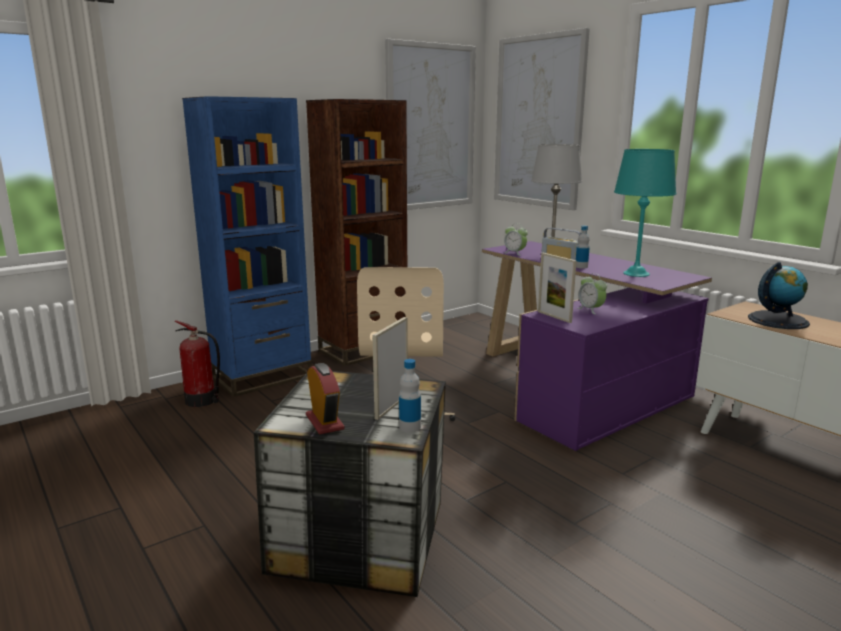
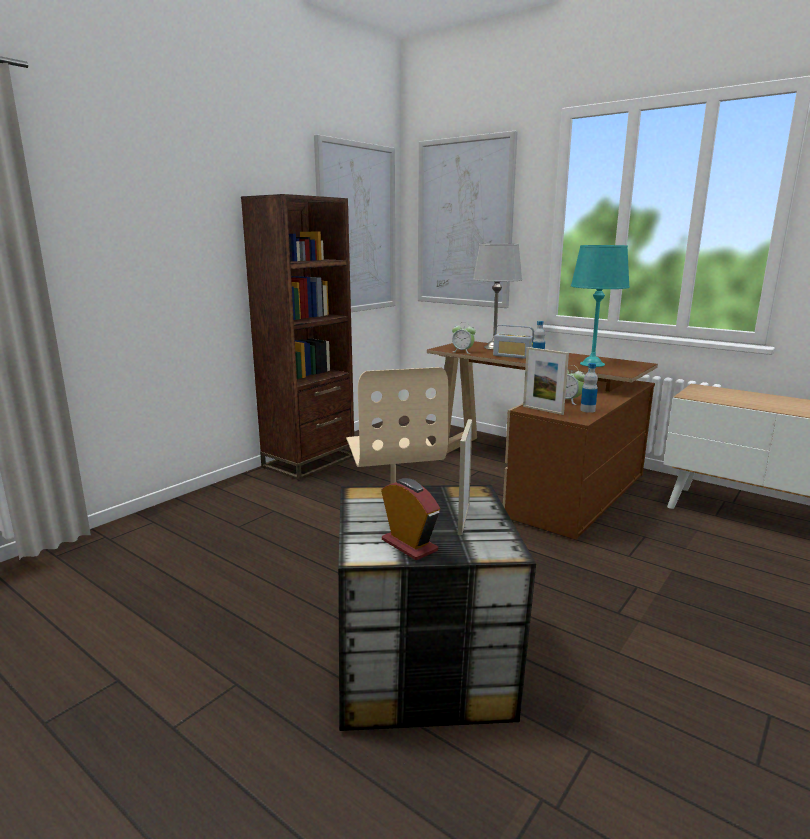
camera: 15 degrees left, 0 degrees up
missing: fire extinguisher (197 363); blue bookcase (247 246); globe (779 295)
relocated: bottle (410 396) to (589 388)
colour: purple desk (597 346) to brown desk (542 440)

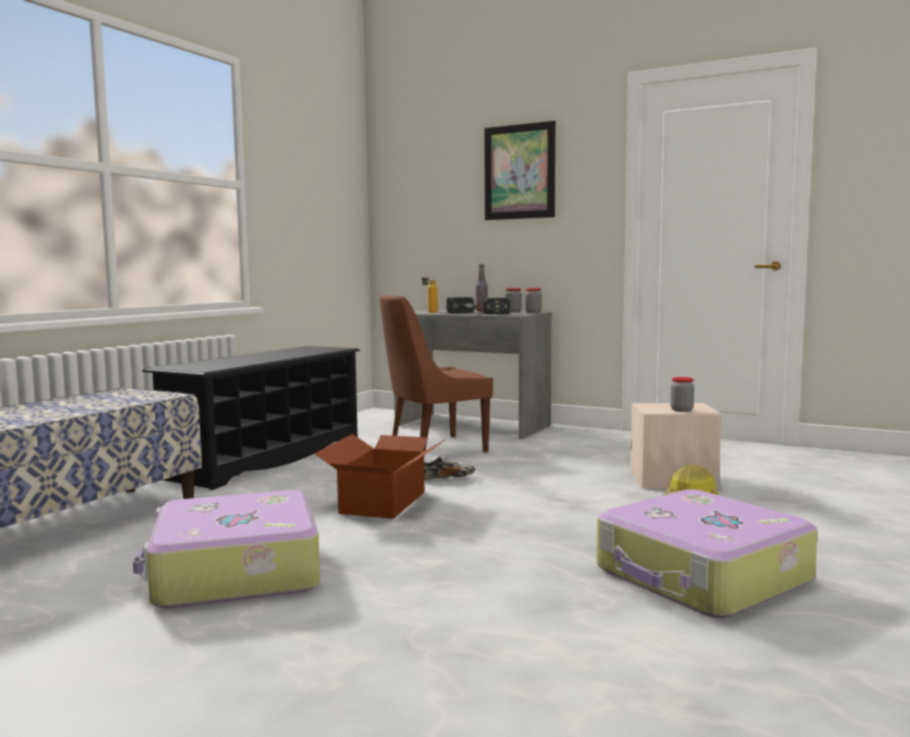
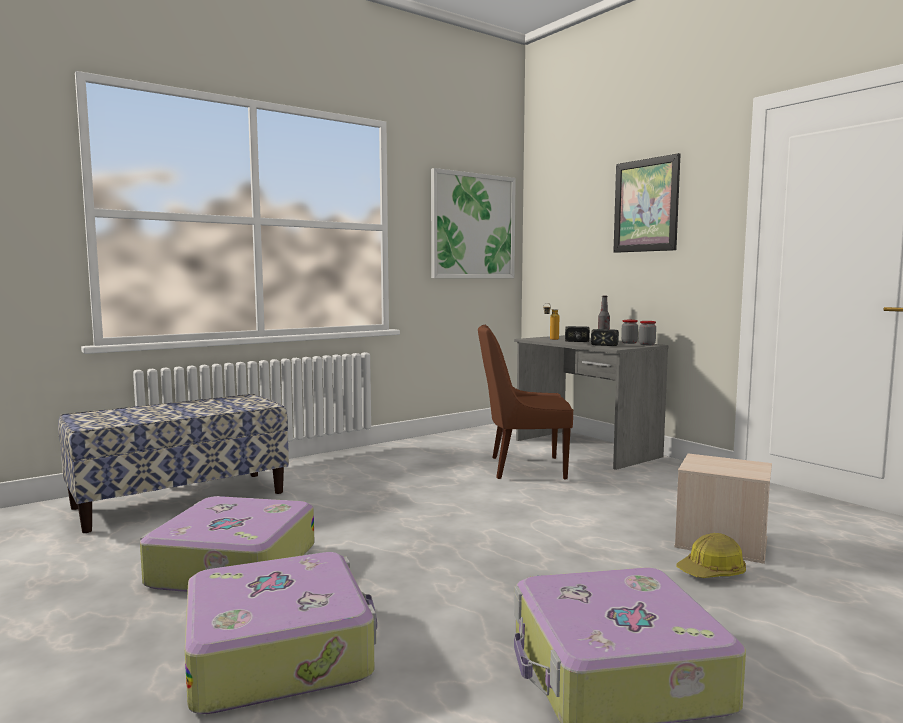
camera: 25 degrees right, 0 degrees up
missing: black shoe rack (251 418); cardboard box (379 476); shoe (449 468); jar (682 394)
appeared: suitcase (281 633); picture (473 223)

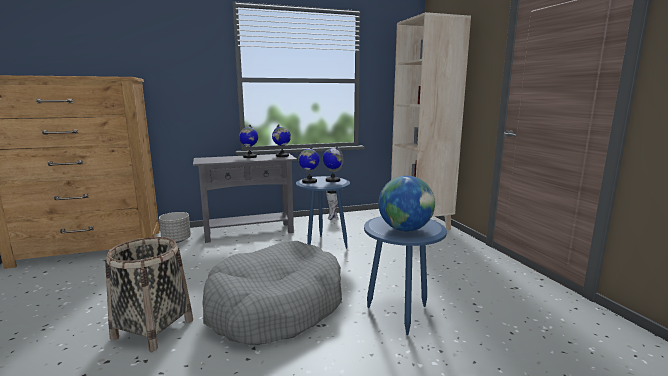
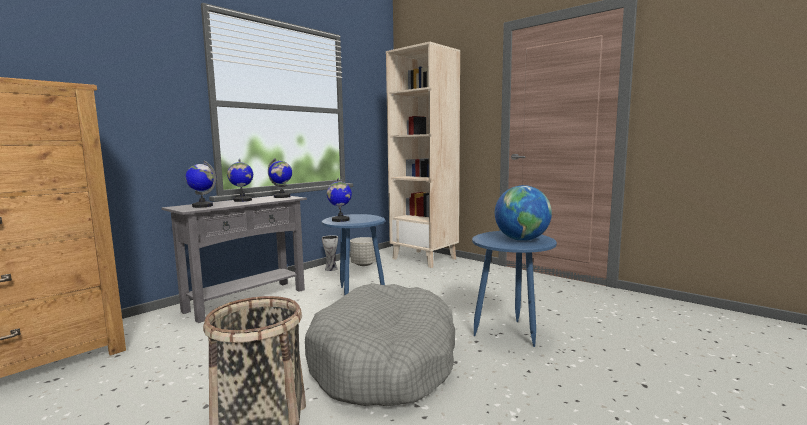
camera: 30 degrees left, 5 degrees down
relocated: globe (333 164) to (200 184); grey planter (175 227) to (363 251)

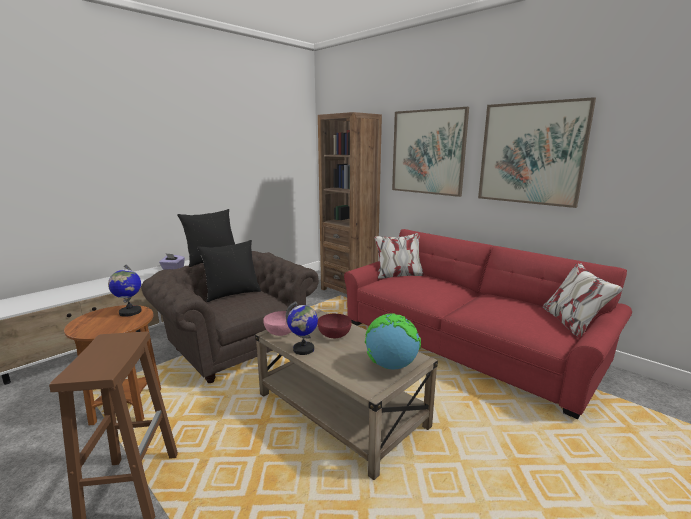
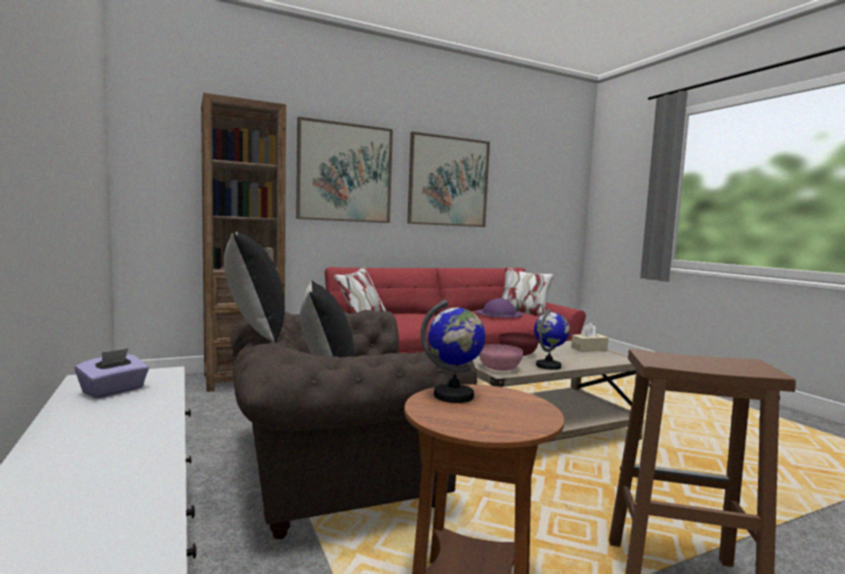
camera: 70 degrees left, 10 degrees down
appeared: purple hat (499 308)
exchanged: globe (393 341) to beige tissue box (589 337)

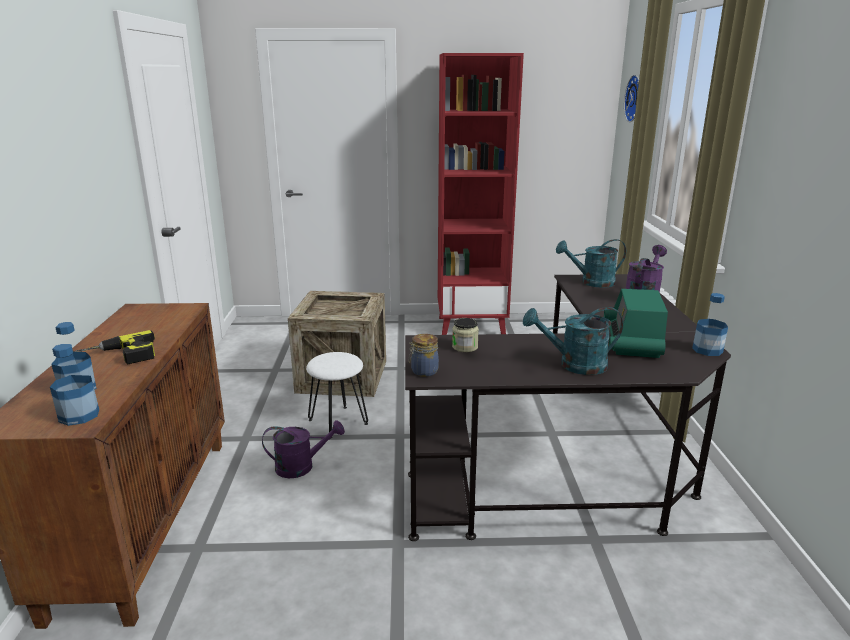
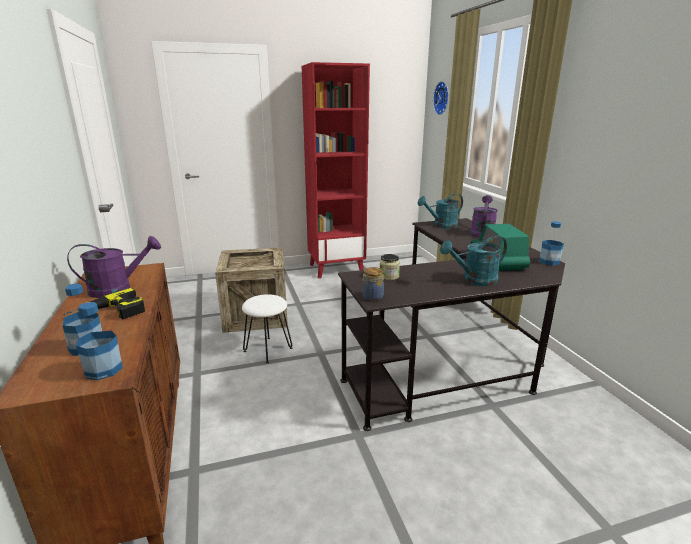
camera: 15 degrees left, 0 degrees up
relocated: purple watering can (303 449) to (114 267)

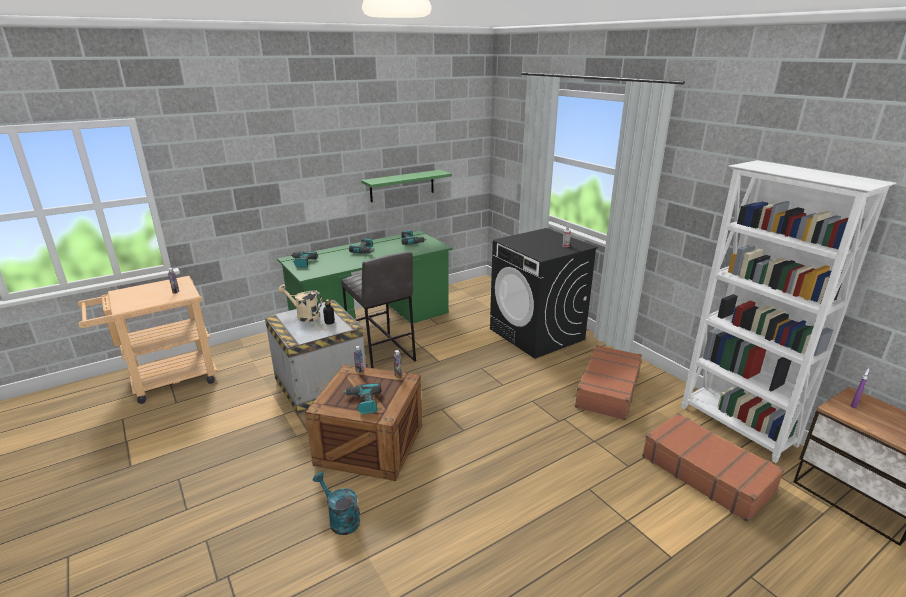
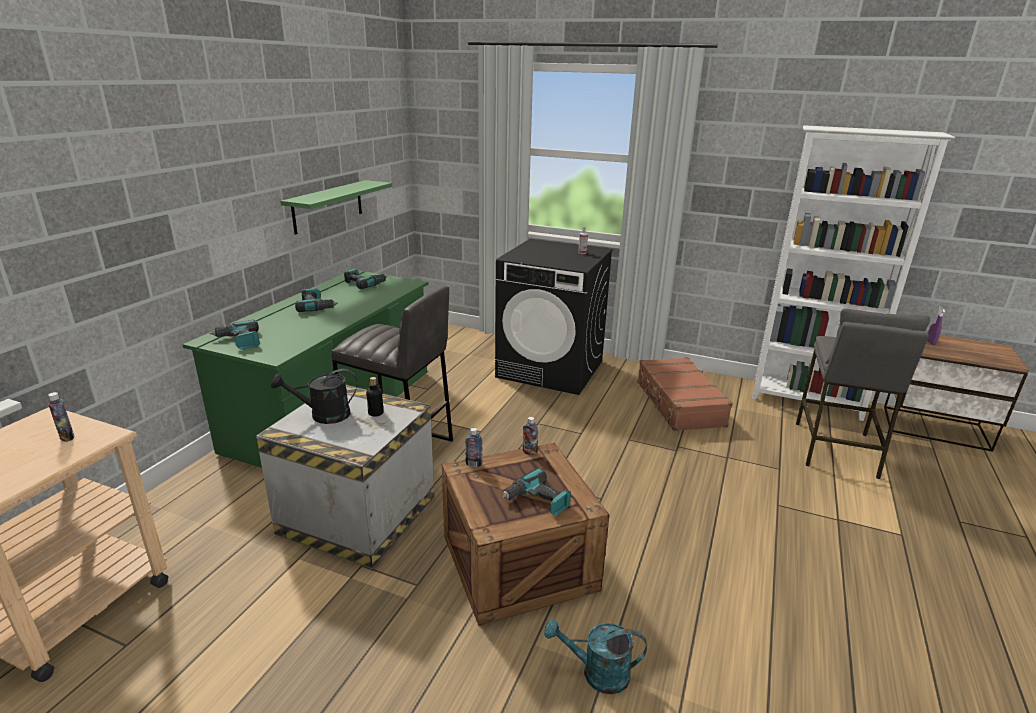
camera: 35 degrees left, 0 degrees up
exchanged: brown suitcase (713 467) to grey stool (863 394)
colour: beige watering can (300 303) to black watering can (314 396)

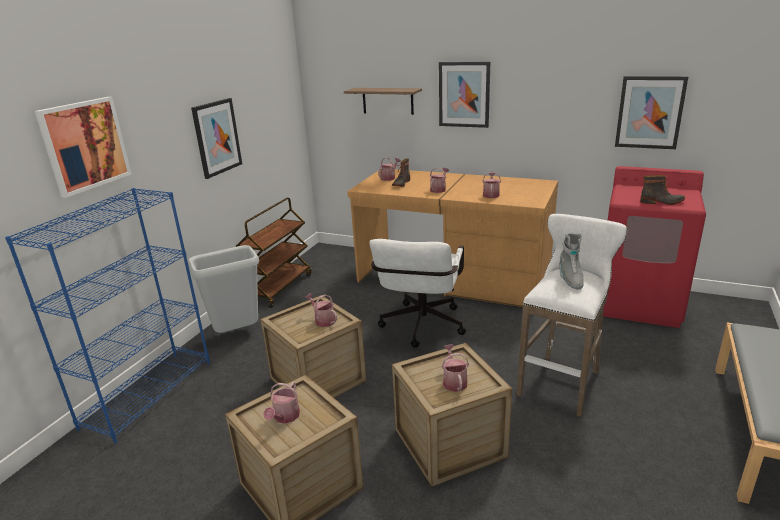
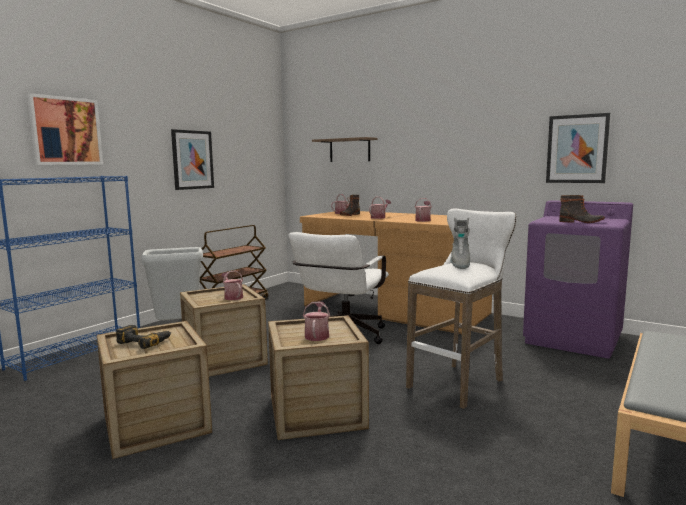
camera: 10 degrees right, 15 degrees down
missing: picture (464 95)
exchanged: watering can (281 403) to power drill (143 337)
colour: red washing machine (654 247) to purple washing machine (578 279)

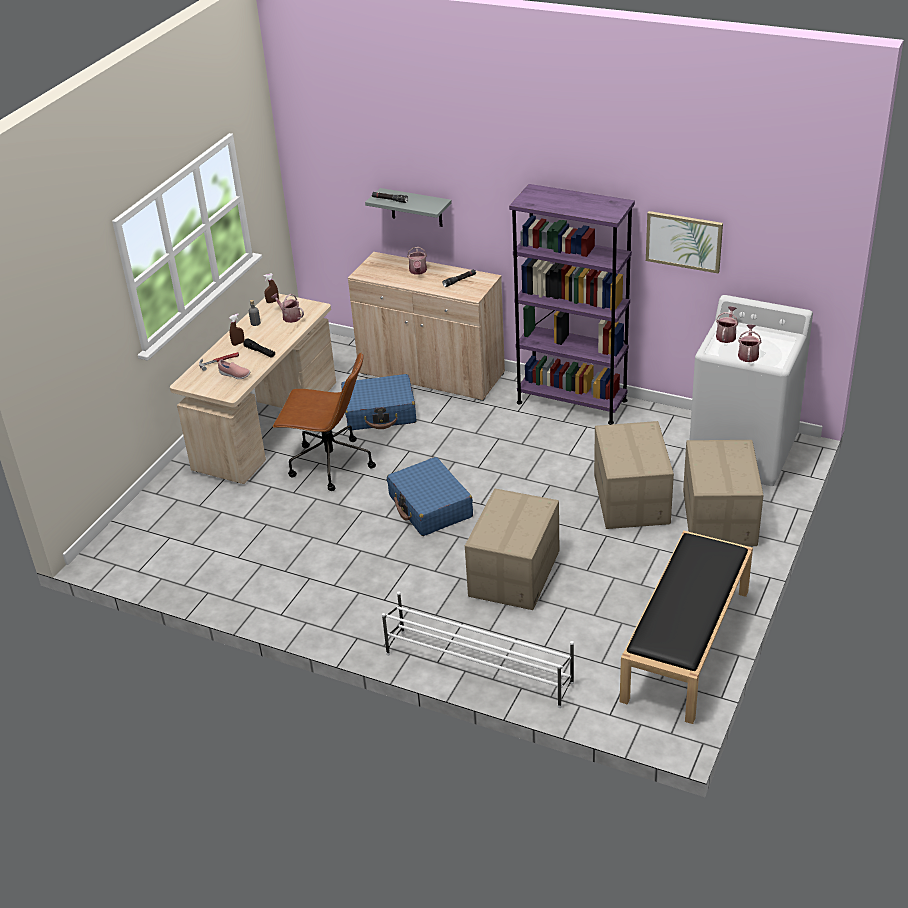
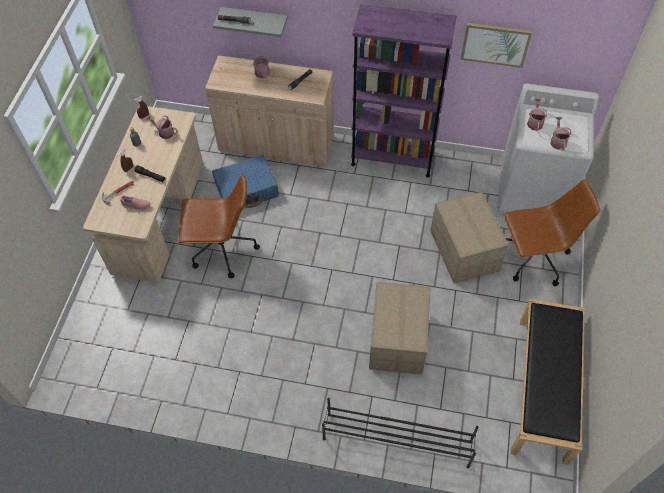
camera: 15 degrees left, 20 degrees up
missing: blue suitcase (430 496)
exchanged: cardboard box (723 493) to brown office chair (552 232)
colour: white shoe rack (478 650) to black shoe rack (400 433)

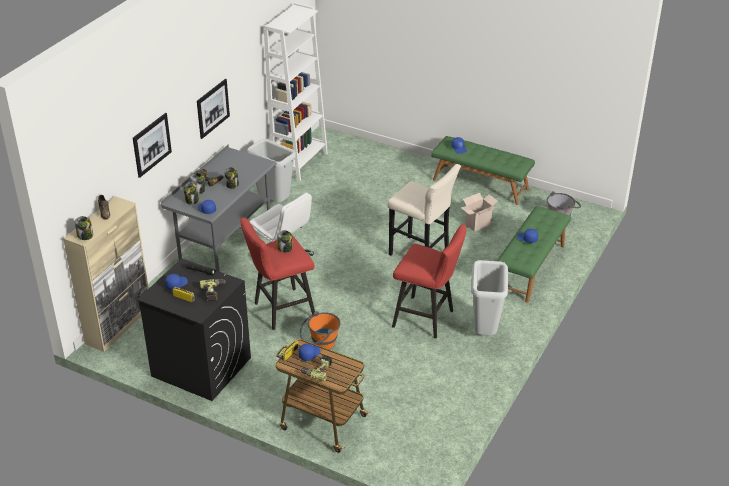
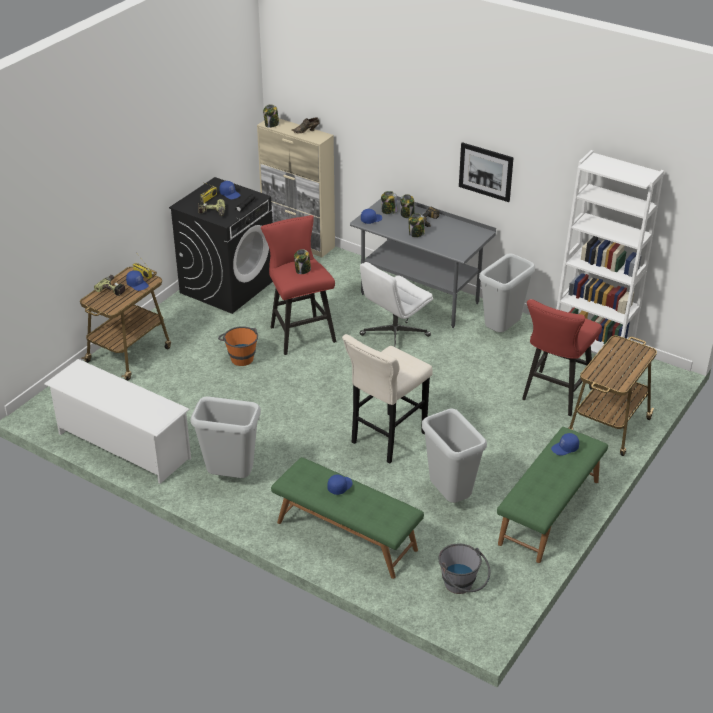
camera: 95 degrees right, 0 degrees up
missing: picture (152 145)
appeared: white shoe rack (117 421); cart (613 396)
relocated: red stool (429 281) to (562 357)
exchanged: cardboard box (479 212) to grey trash can (454 456)

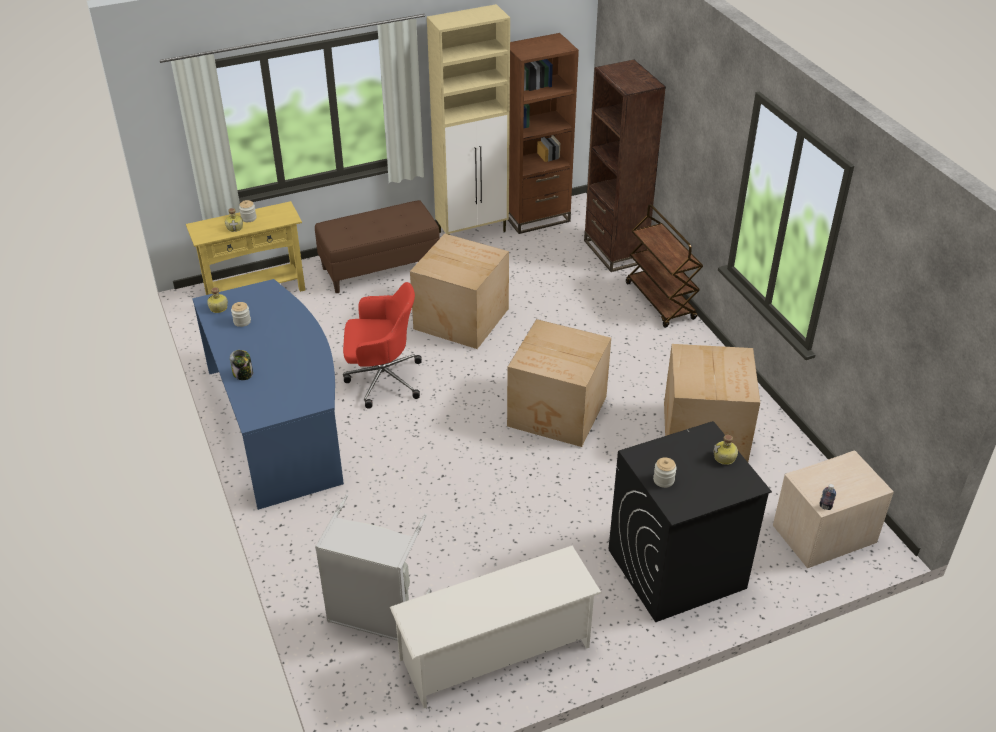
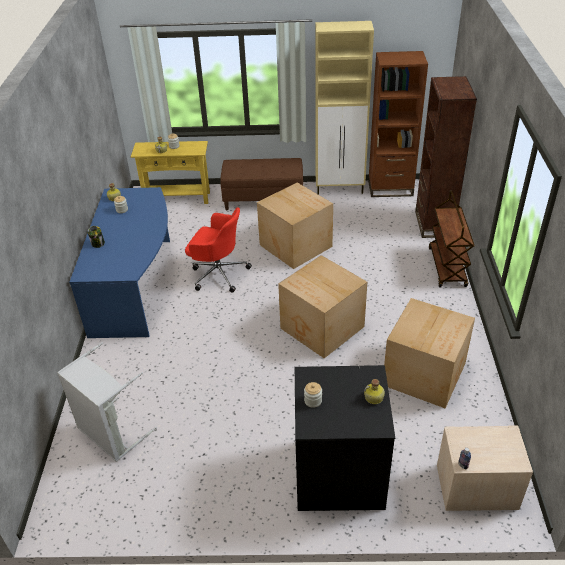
camera: 25 degrees right, 0 degrees up
missing: white shoe rack (496 627)

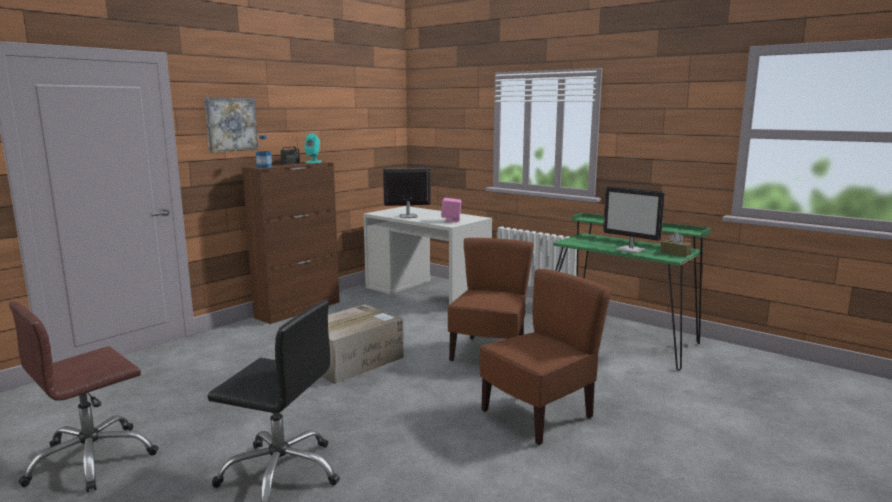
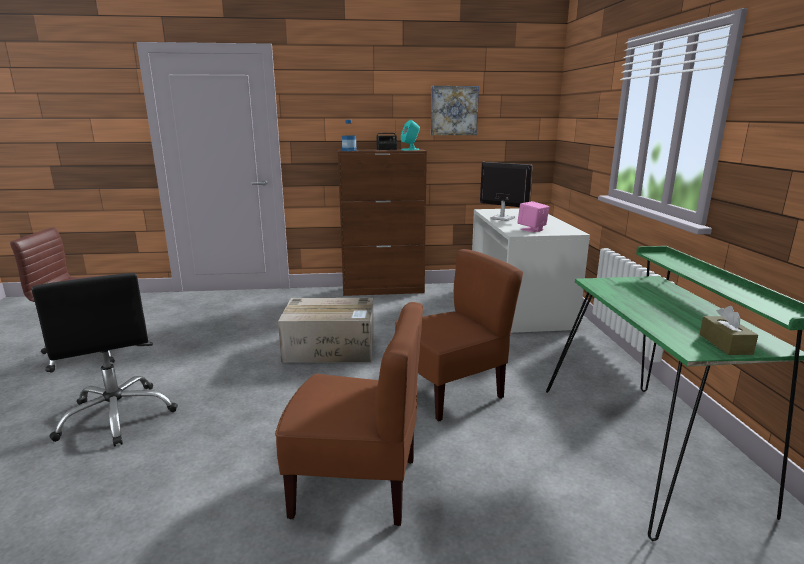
camera: 45 degrees right, 5 degrees up
missing: monitor (634 219)
relocated: picture (231 125) to (455 110)

